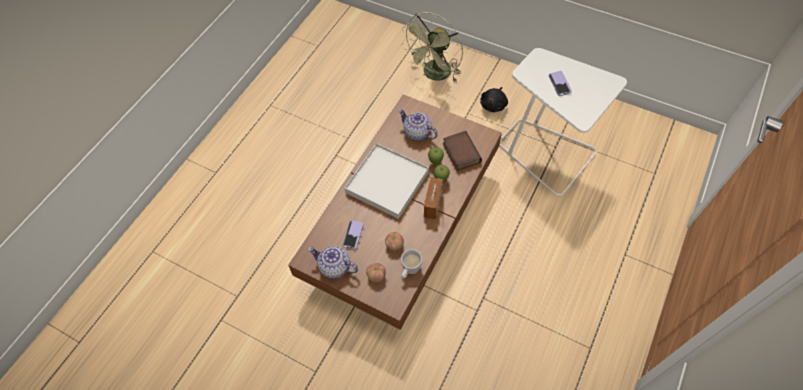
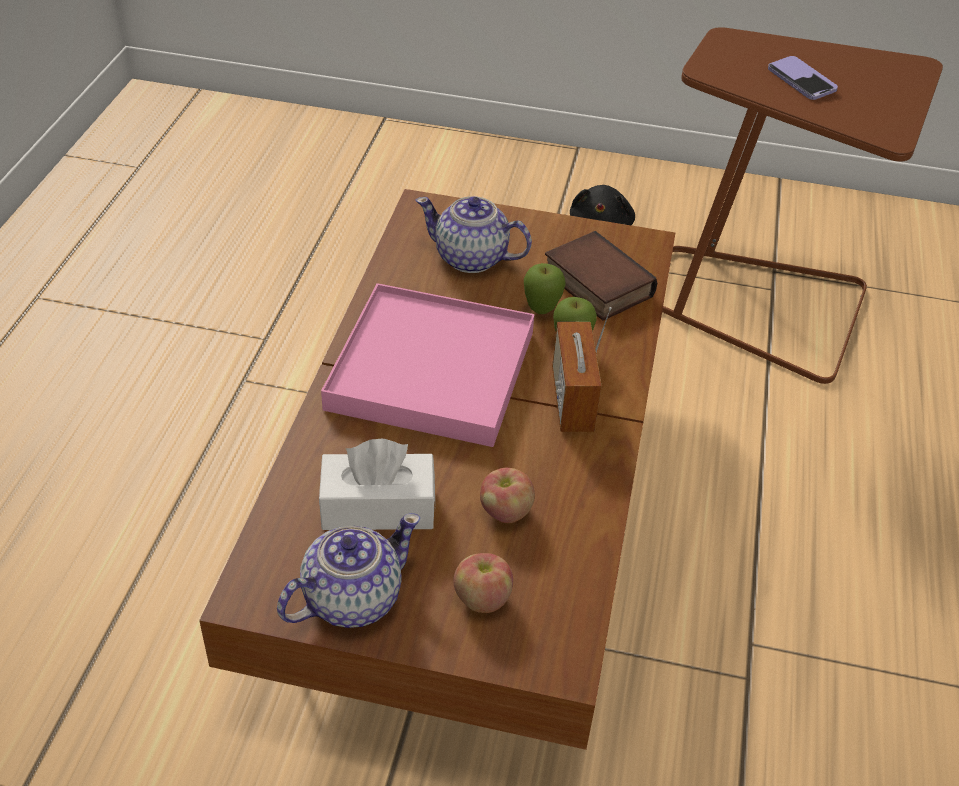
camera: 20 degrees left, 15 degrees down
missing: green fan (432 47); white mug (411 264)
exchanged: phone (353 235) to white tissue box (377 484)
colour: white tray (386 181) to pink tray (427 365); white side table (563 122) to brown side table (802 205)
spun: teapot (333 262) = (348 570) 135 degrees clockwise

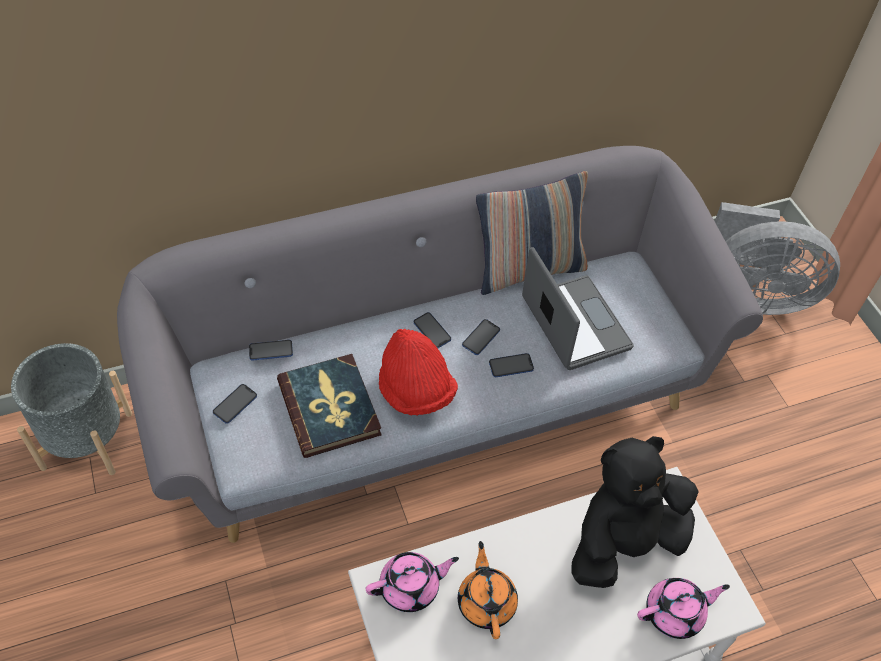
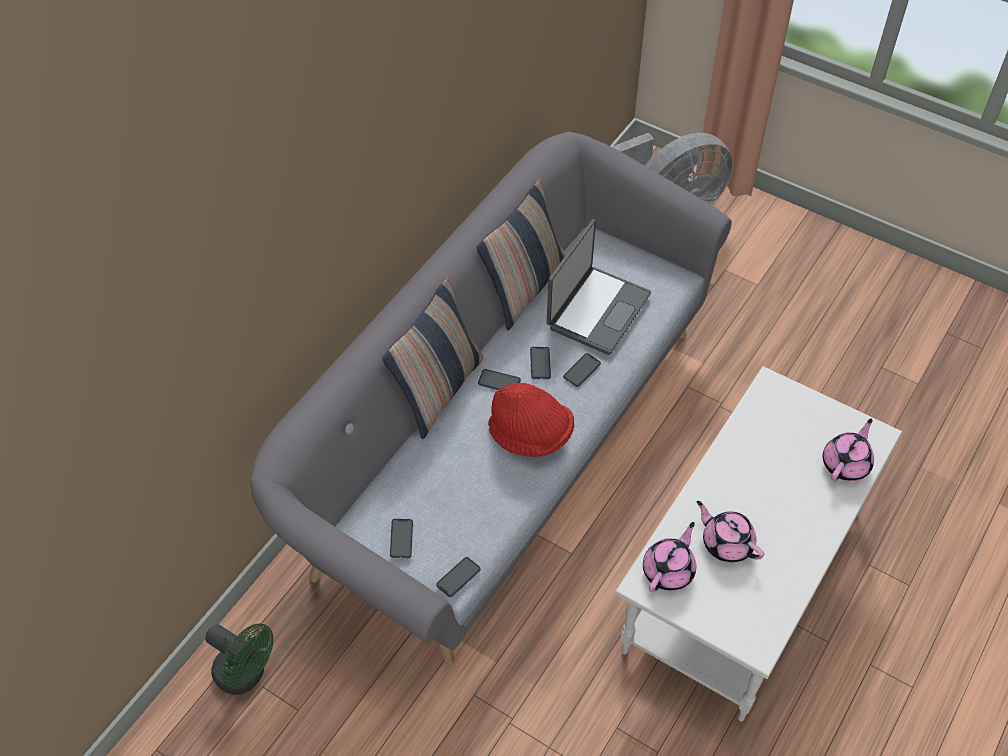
camera: 35 degrees left, 0 degrees up
missing: book (329 406); black plush toy (635 512)
appeared: pillow (432 358)
relocated: phone (271 350) to (458 577)
exchanged: grey planter (71 409) to green fan (239 659)
colour: orange teapot (488 590) to pink teapot (730 532)
spun: laptop (578 308) = (599 287) 90 degrees clockwise

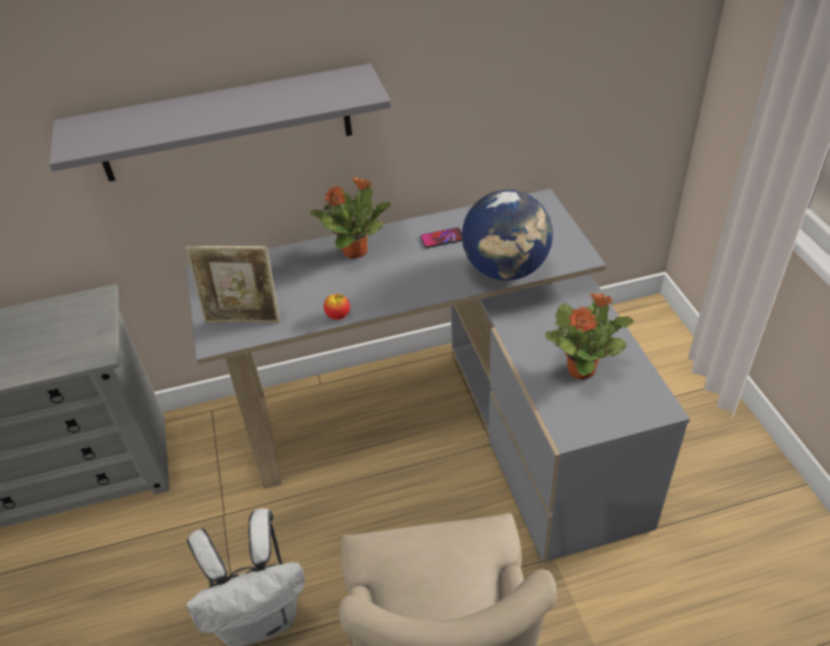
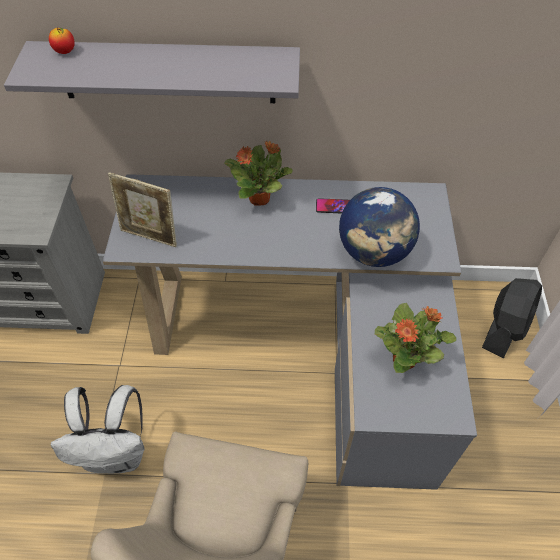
camera: 15 degrees right, 10 degrees up
appeared: black fan (512 318)
relocated: apple (337 307) to (62 41)

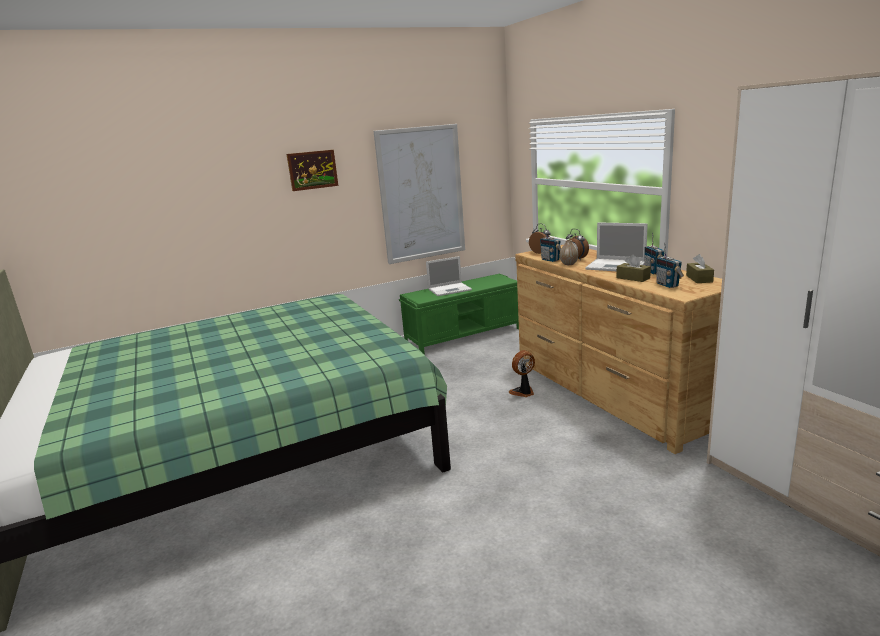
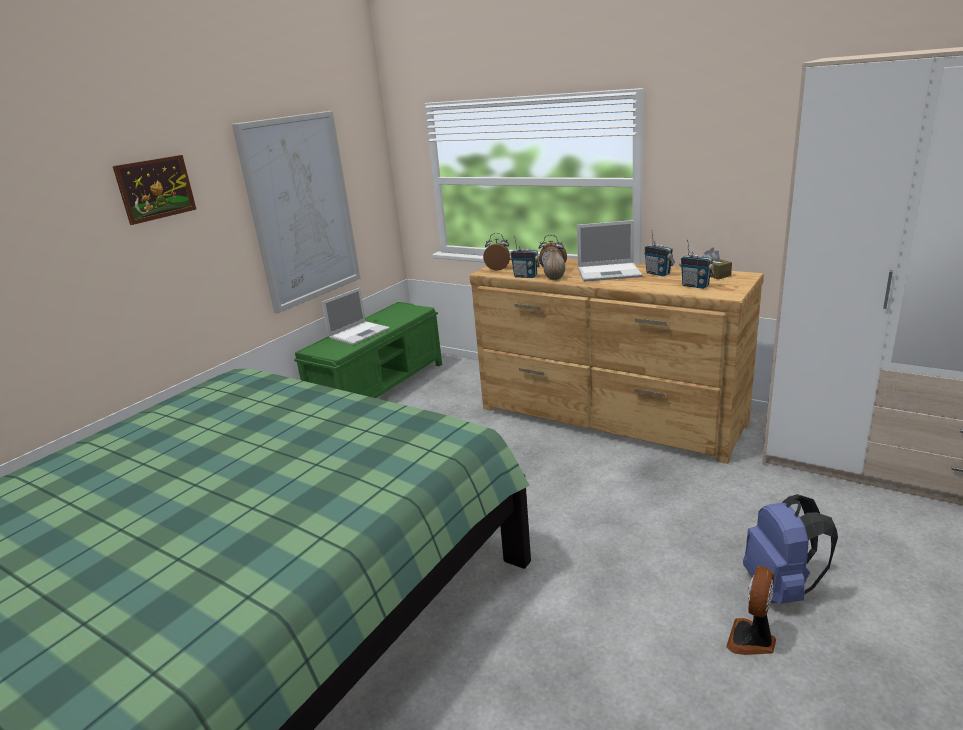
camera: 30 degrees left, 5 degrees up
missing: brown tissue box (633 268)
appeared: blue backpack (790 549)
relocated: fan (522 373) to (751 610)

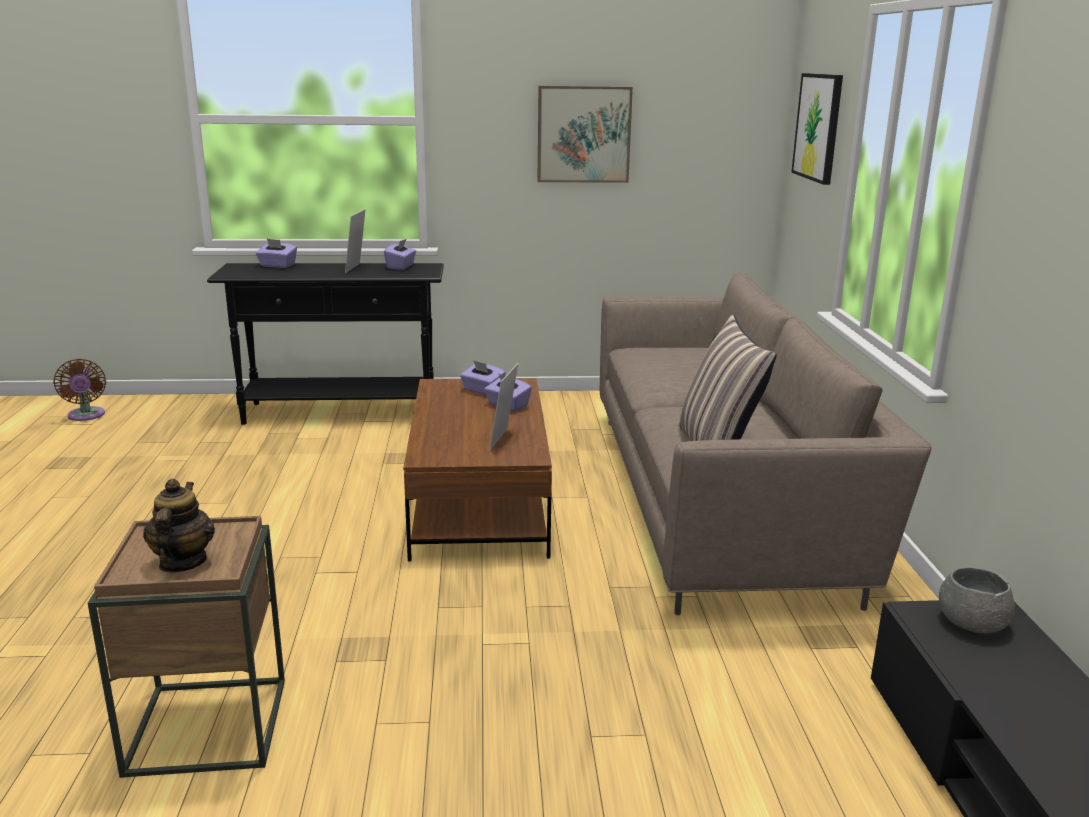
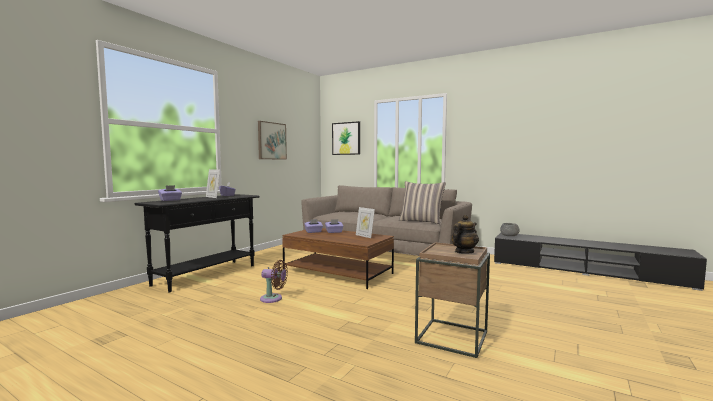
camera: 55 degrees left, 15 degrees down
relocated: brown fan (79 390) to (274 281)
spun: teapot (179 526) = (465 234) 105 degrees clockwise

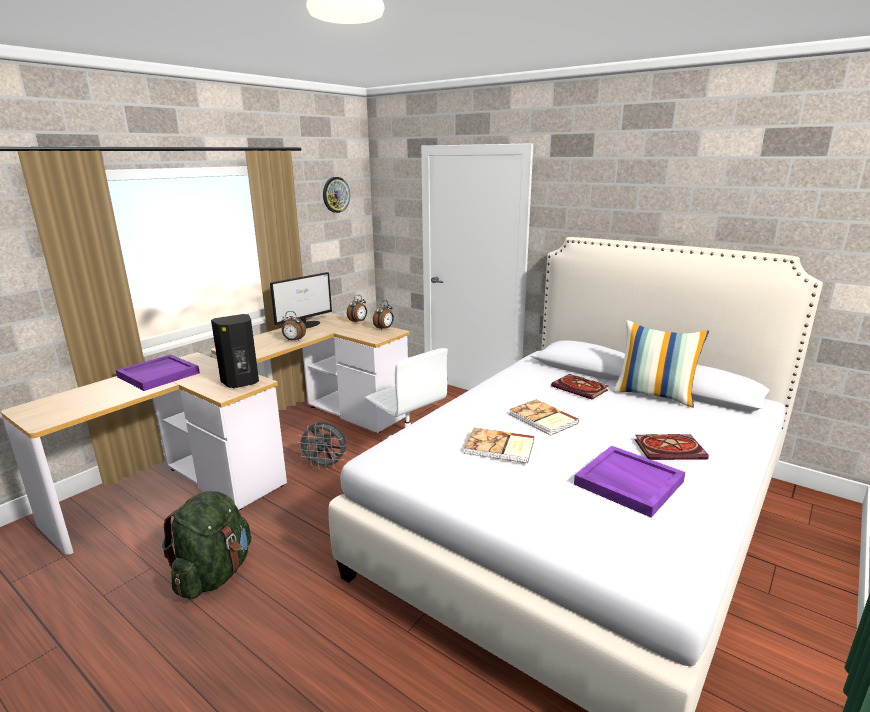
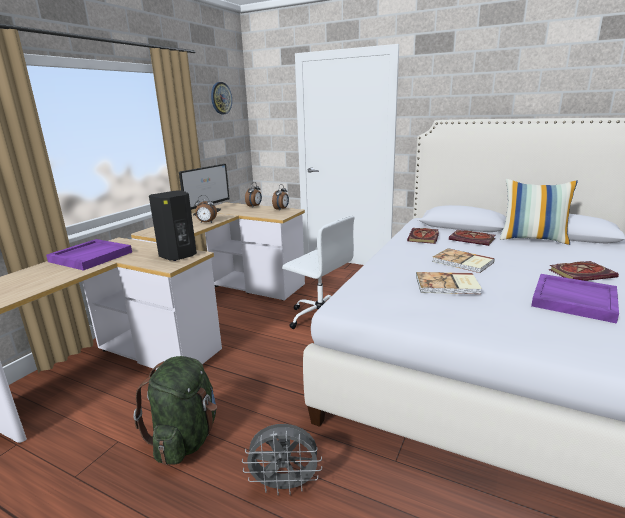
camera: 10 degrees left, 0 degrees up
appeared: book (423 236)
relocated: grey fan (321 446) to (282 459)

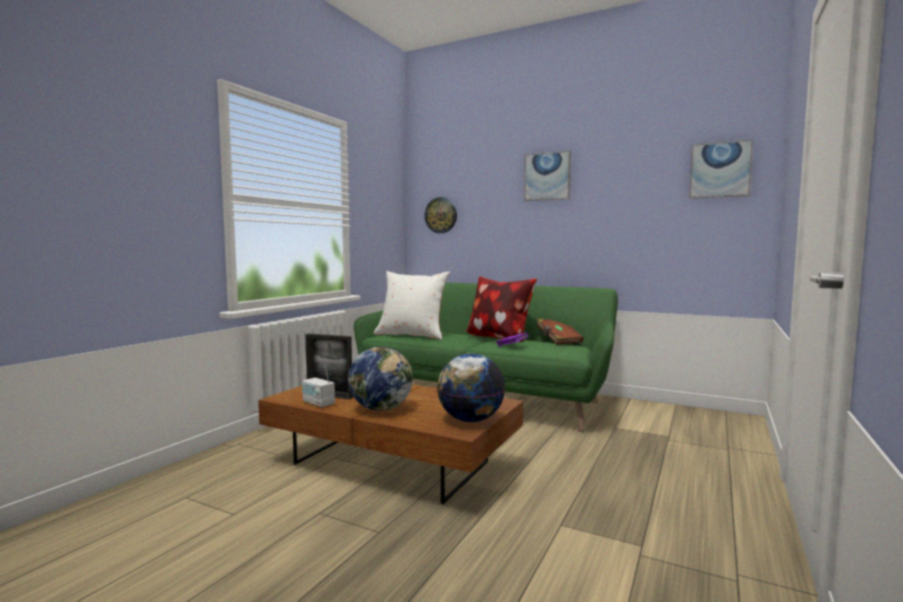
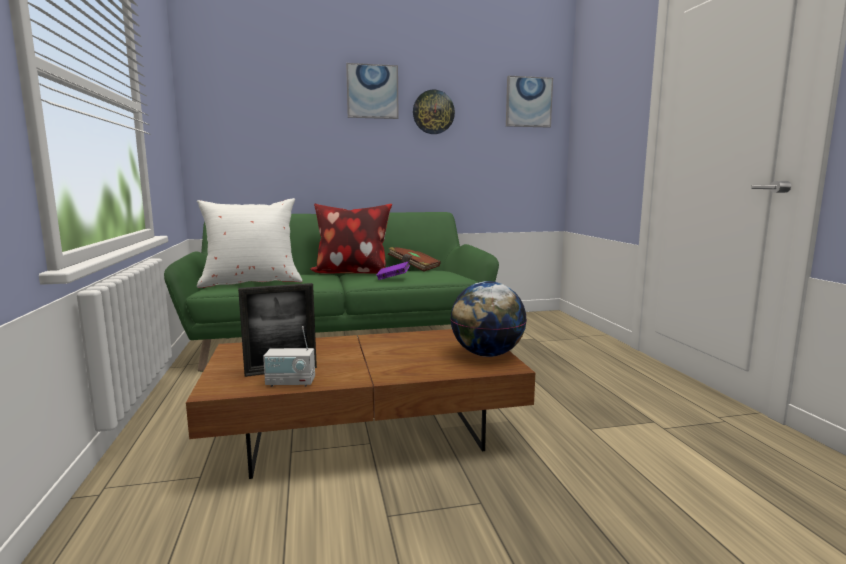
camera: 40 degrees left, 5 degrees up
missing: globe (380 378)
relocated: wall clock (440 215) to (434 112)

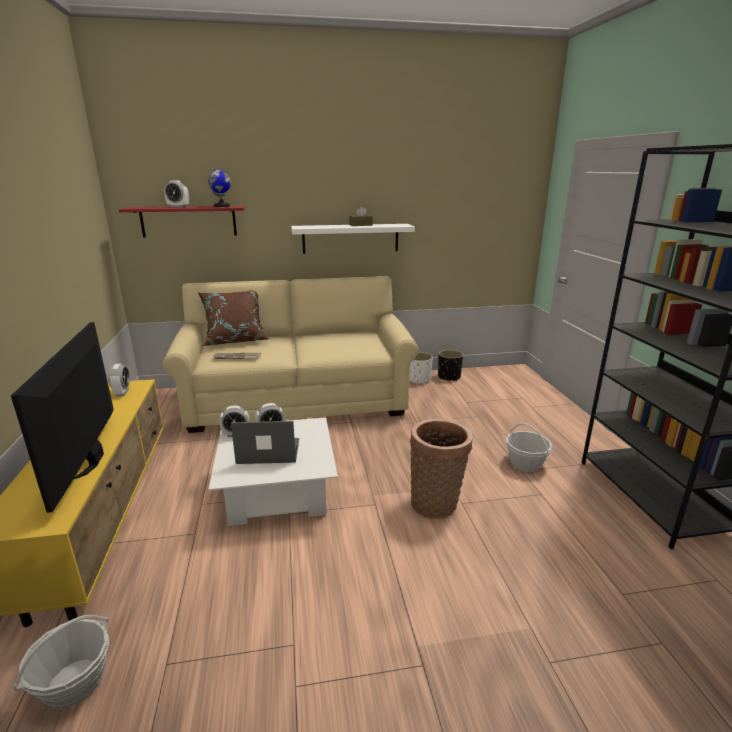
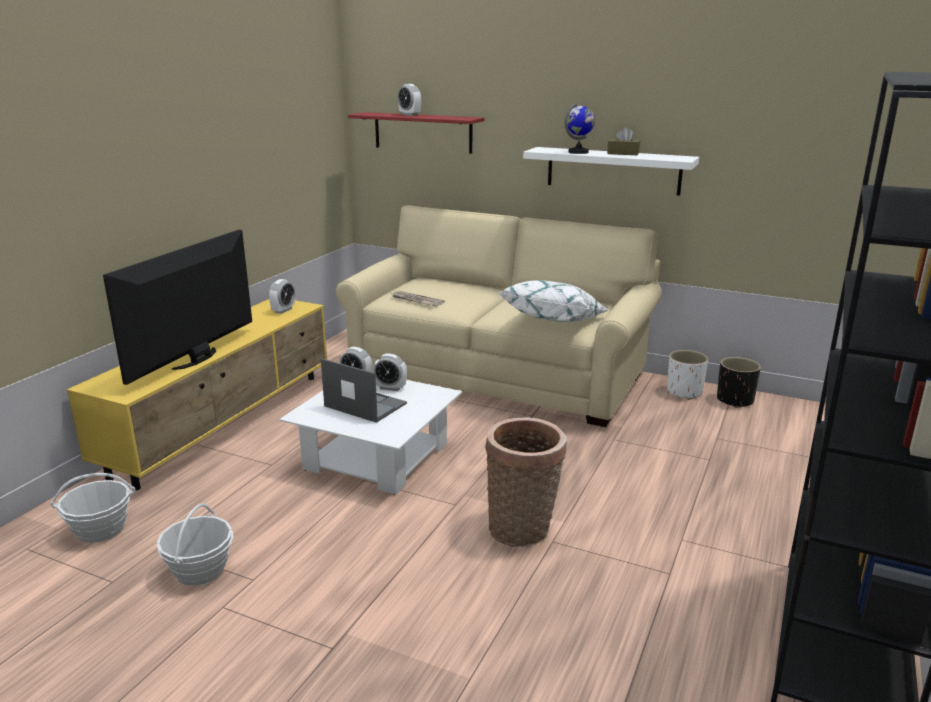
camera: 35 degrees right, 0 degrees up
missing: brown pillow (233 318)
appeared: white pillow (553 301)
relocated: basket (529 447) to (195 544); globe (219 187) to (580 128)

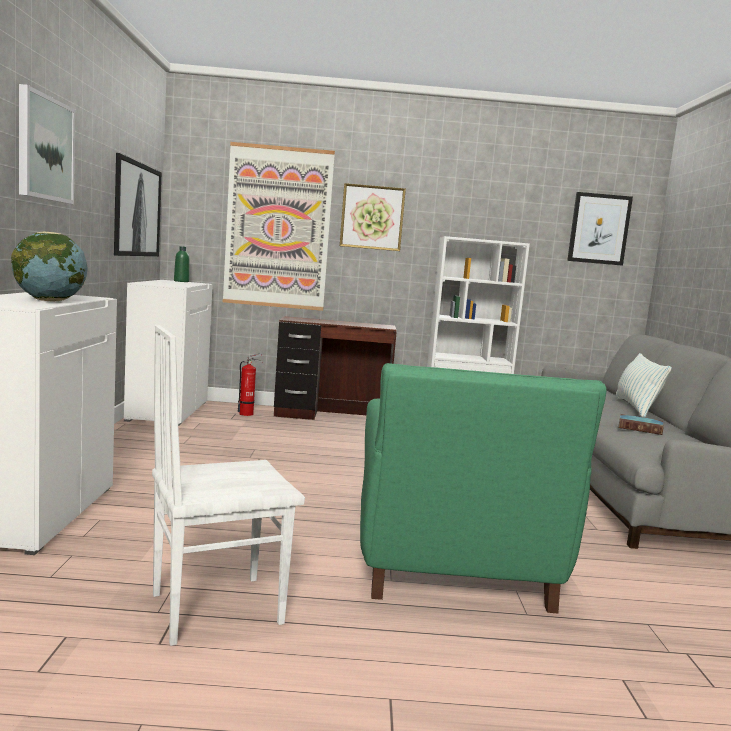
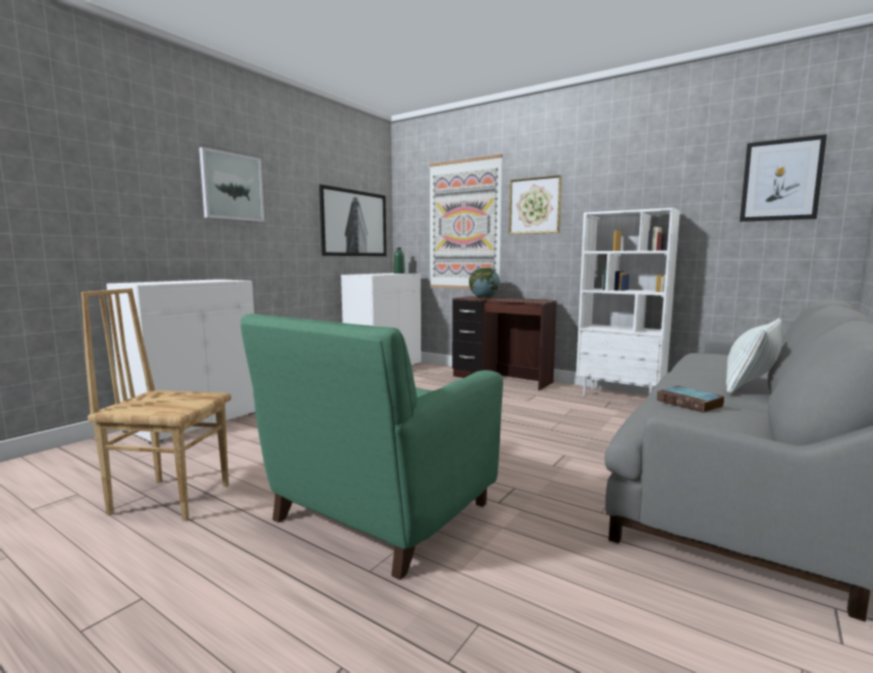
camera: 35 degrees right, 0 degrees up
missing: fire extinguisher (250 384)
relocated: globe (49 267) to (484 283)
colour: white chair (228 485) to brown chair (156 404)

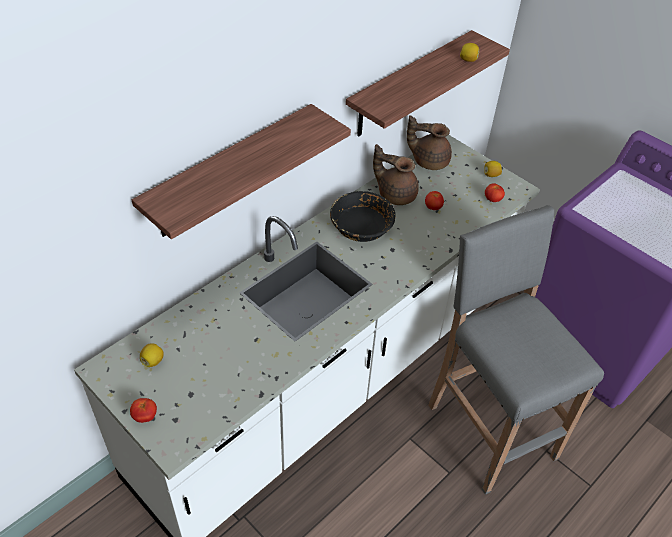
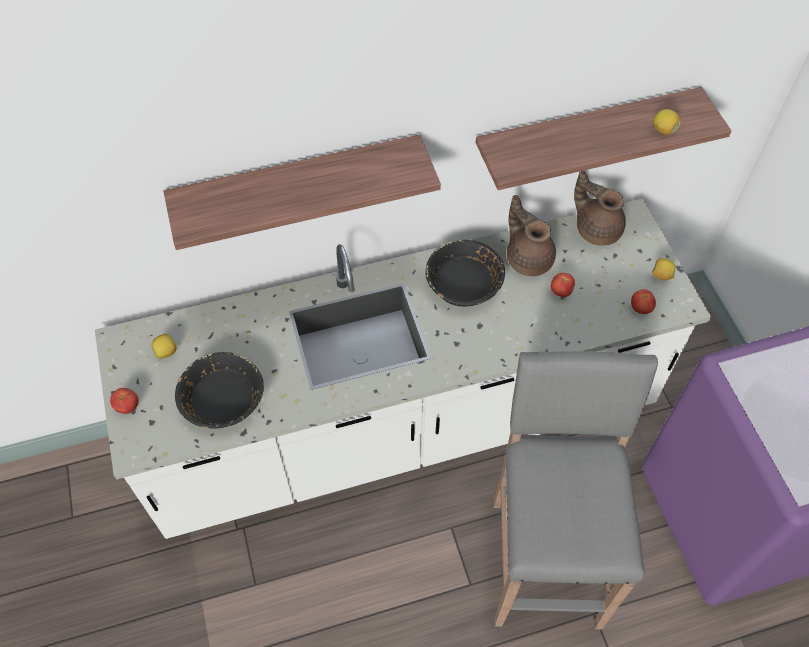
camera: 30 degrees right, 10 degrees up
appeared: black bowl (219 390)

